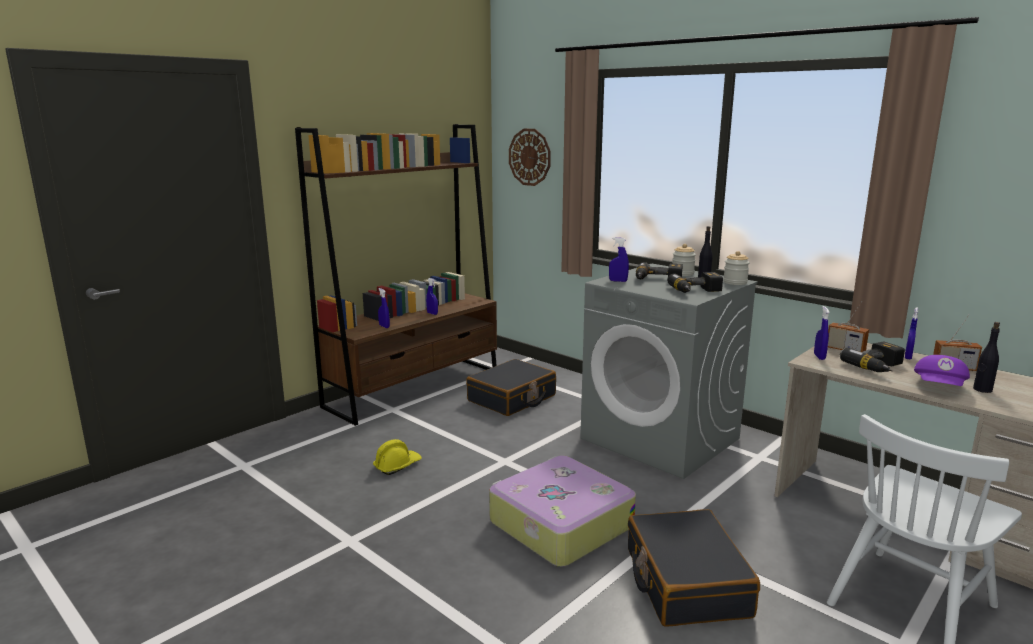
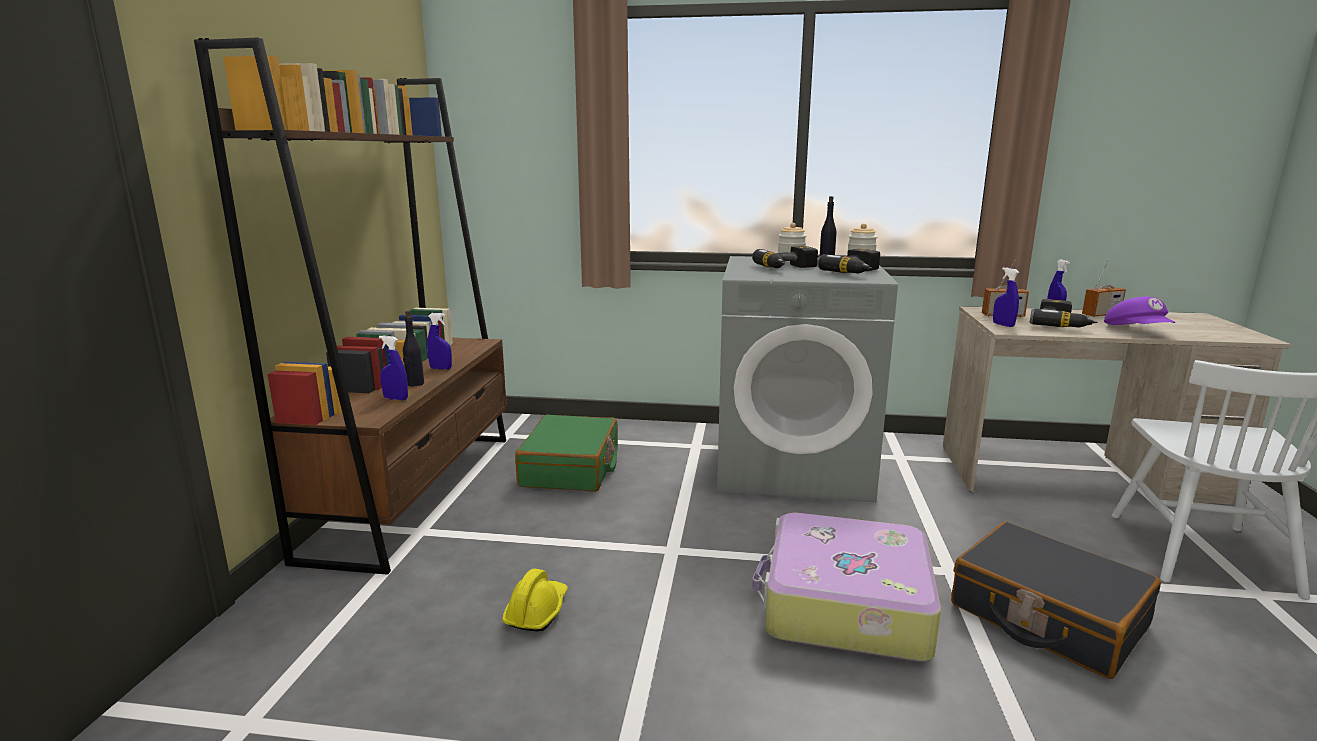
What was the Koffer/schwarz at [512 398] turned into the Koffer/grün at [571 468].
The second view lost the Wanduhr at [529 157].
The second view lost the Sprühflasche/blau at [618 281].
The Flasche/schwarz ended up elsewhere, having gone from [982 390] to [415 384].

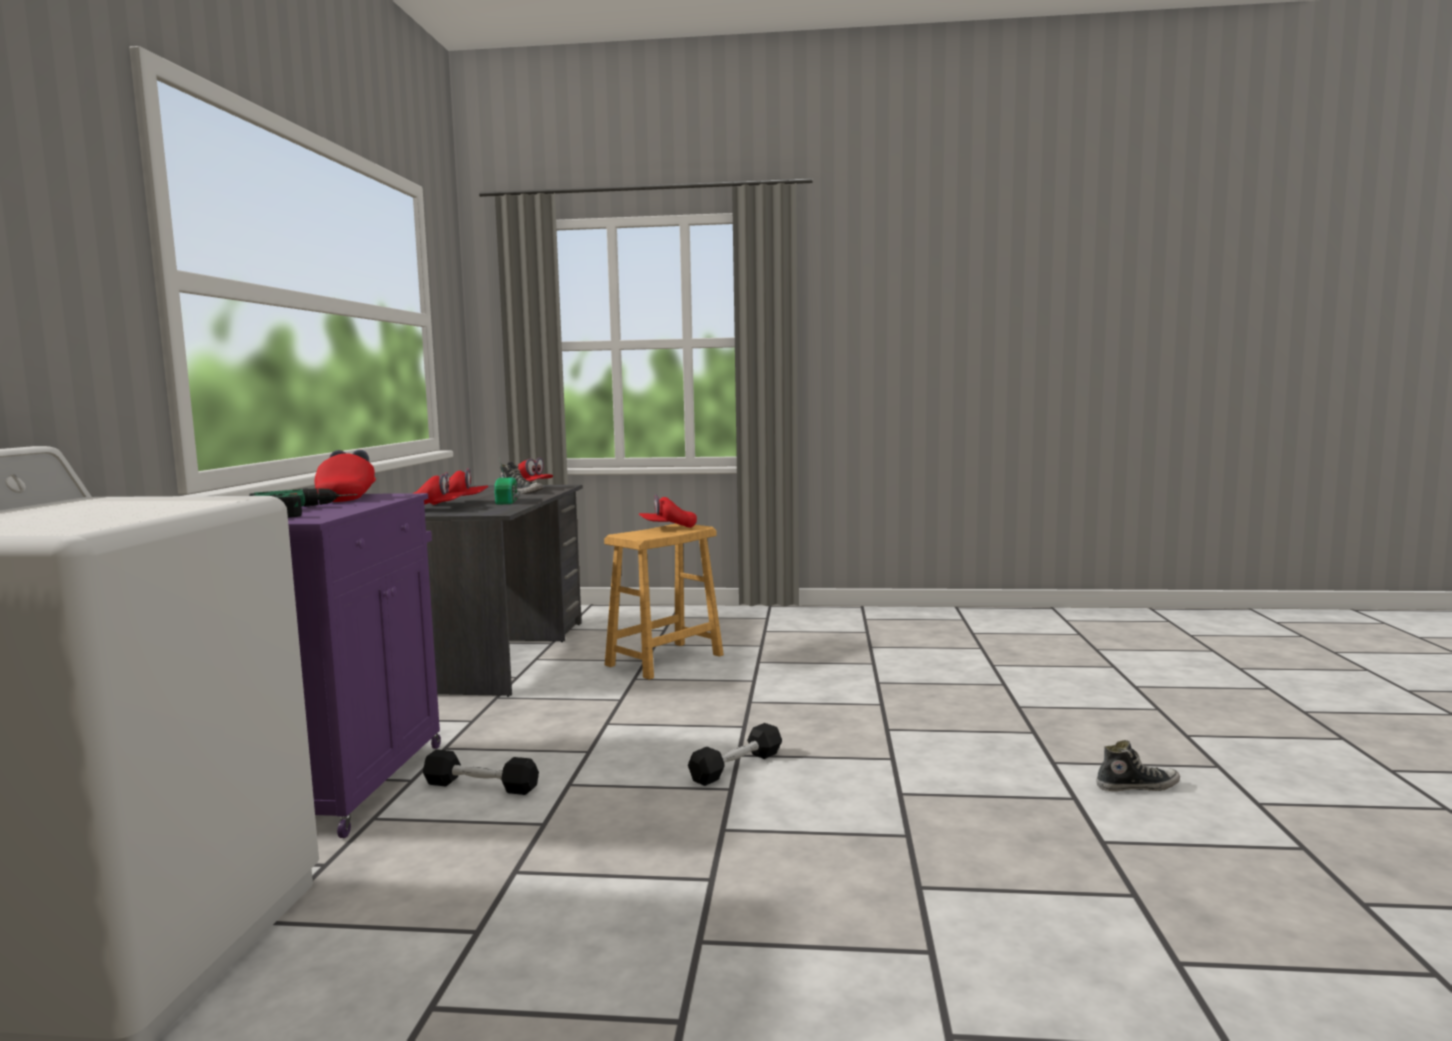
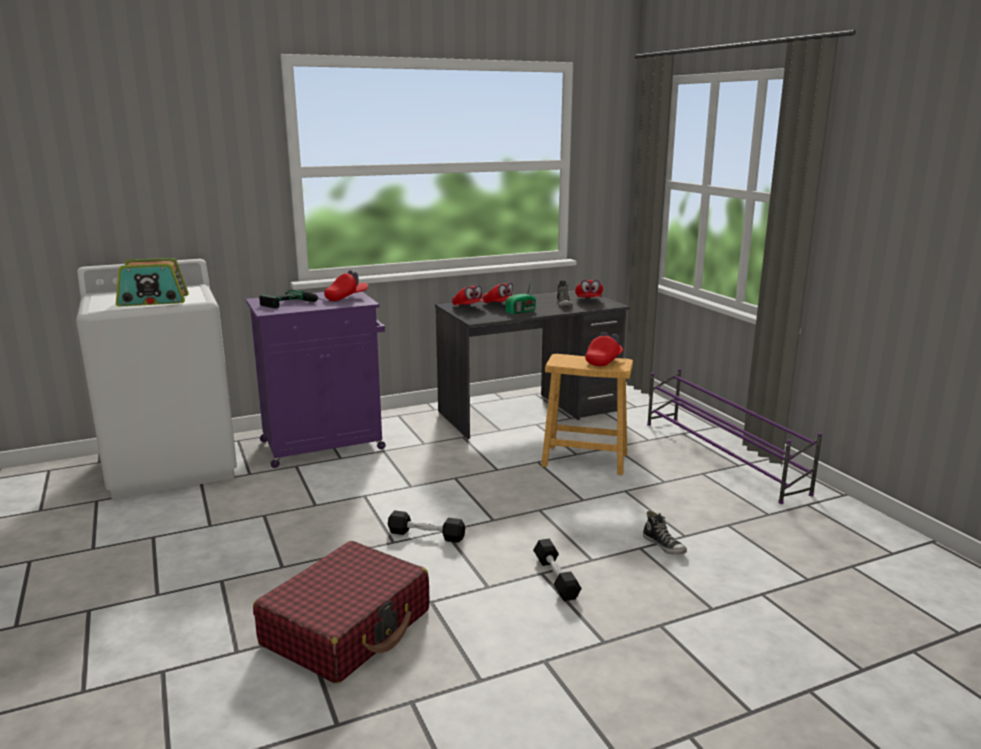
The Hantel/schwarz ended up elsewhere, having gone from [481 786] to [556 578].
The Kappe/rot at [668 528] ended up facing another way, 75 degrees clockwise from before.
The Schuh ended up elsewhere, having gone from [1137 786] to [664 546].
The second view gained the Radio at [153 301].
The second view gained the Koffer/rot at [347 627].
The second view gained the Schuhregal/lila at [722 457].

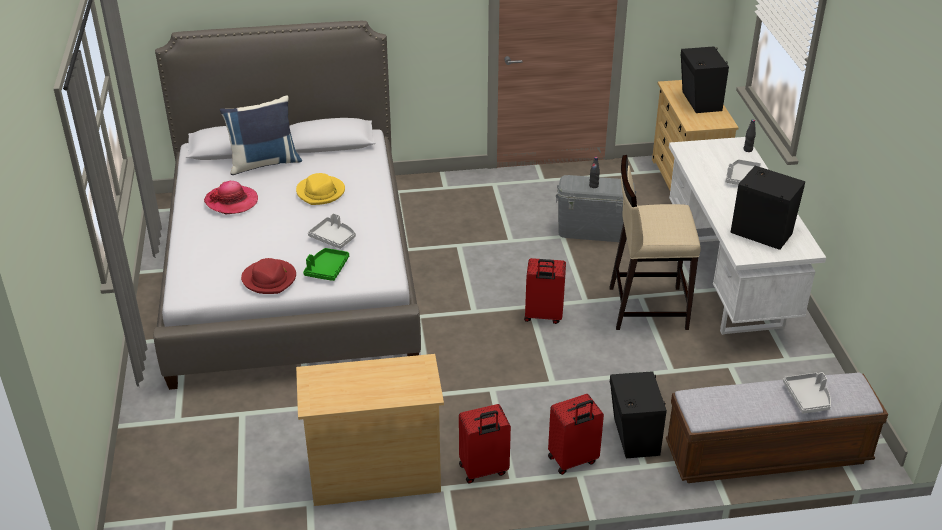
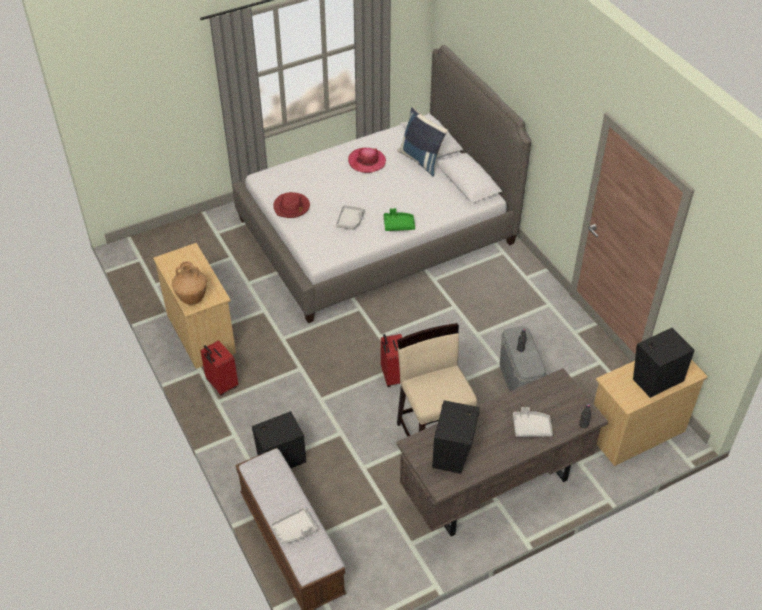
The second view lost the Hut/gelb at [321 192].
The Tablett/grün ended up elsewhere, having gone from [326 269] to [398 225].
The second view lost the Koffer/rot at [573 460].
What was the Schreibtisch/weiß at [728 283] turned into the Schreibtisch/braun at [494 487].
The second view gained the Vase/braun at [192 299].

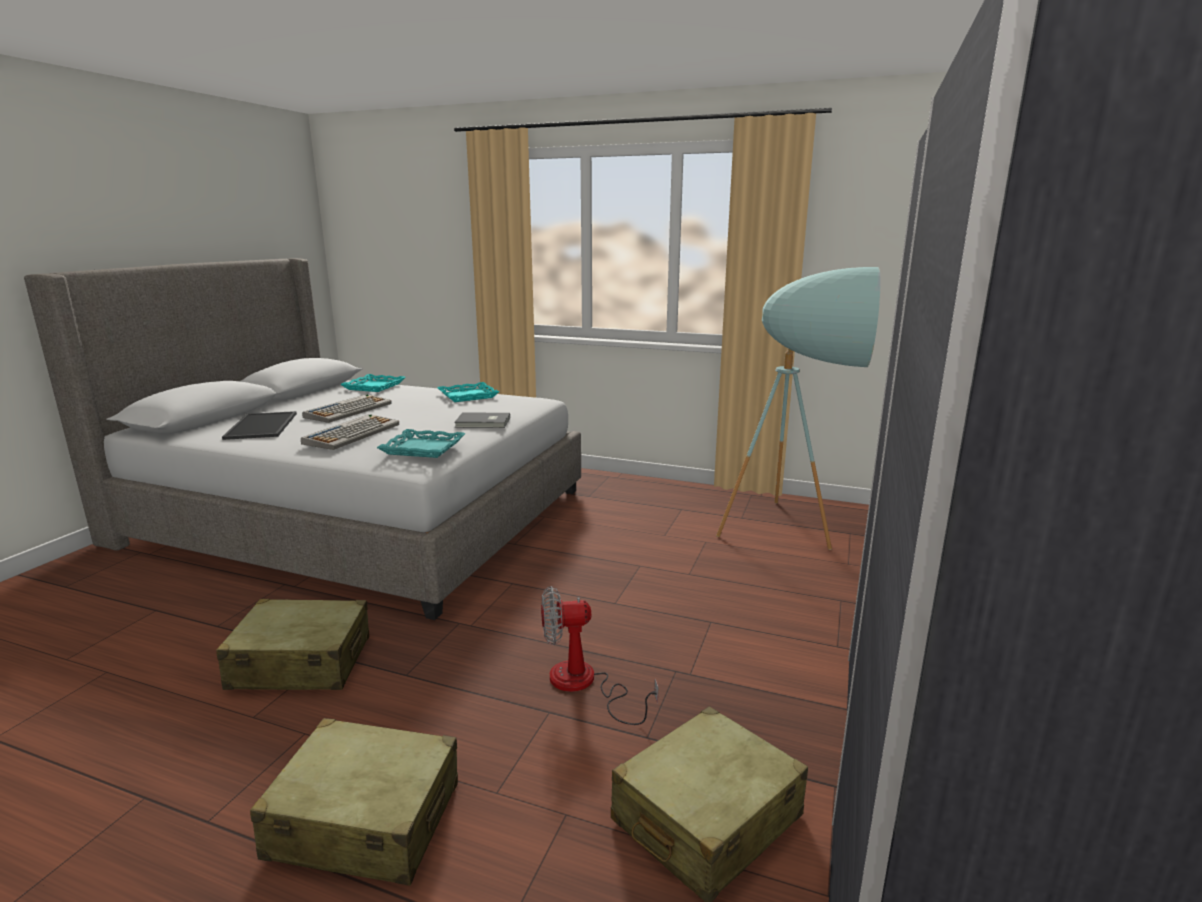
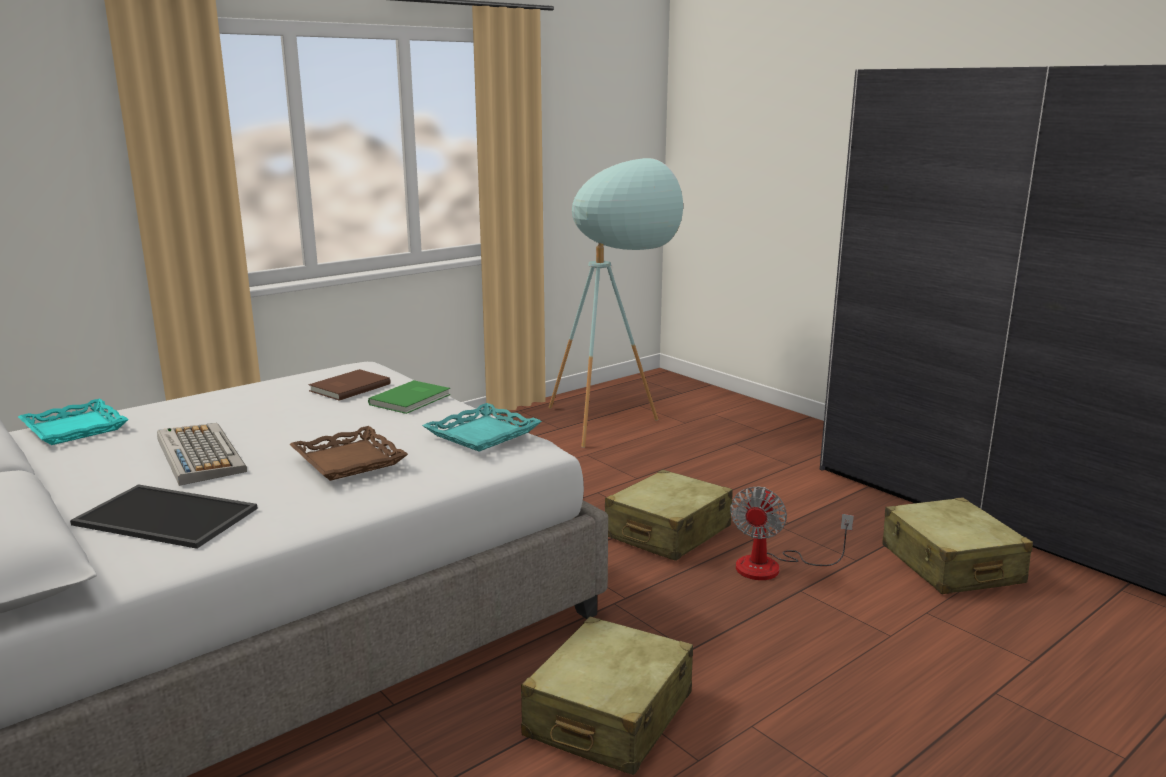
The Koffer/beige ended up elsewhere, having gone from [365 820] to [667 532].
Where the Tastatur stood at [352 433], the Tablett/braun came to stand at [348 461].
The second view lost the Tablett/türkis at [468 396].
What was the Buch/grau at [483 422] turned into the Buch/grün at [412 399].
The second view gained the Buch/braun at [348 387].

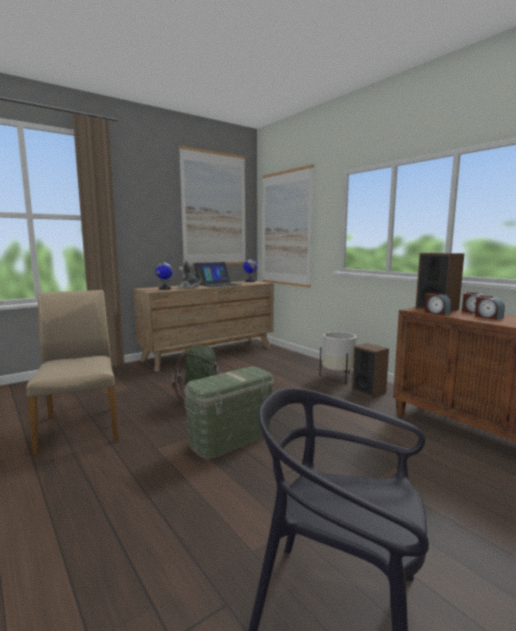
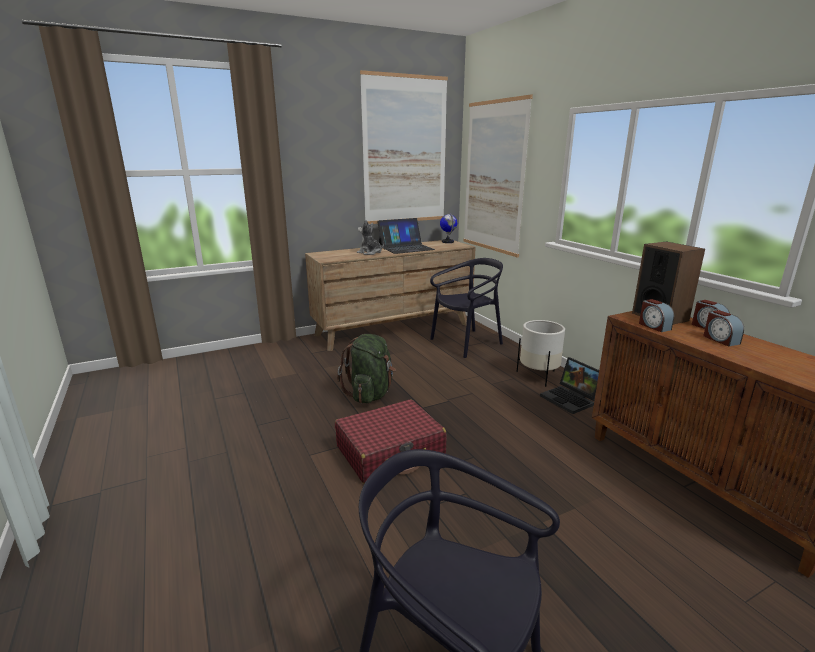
The second view lost the Stuhl/beige at [80 428].
The second view lost the Globus at [164 289].
Where the Aufbewahrungsbox/grün stood at [231 439], the Koffer/rot came to stand at [390 452].
Where the Lautsprecher stood at [368 391], the Laptop came to stand at [571 399].
The second view gained the Stuhl/schwarz at [466 343].

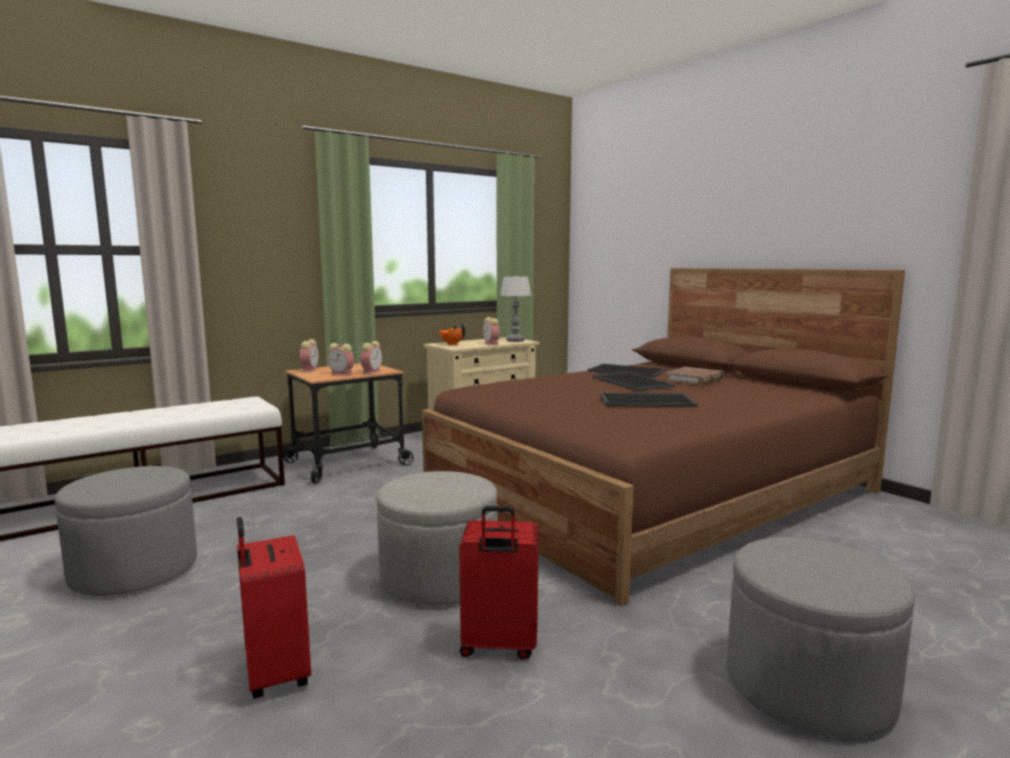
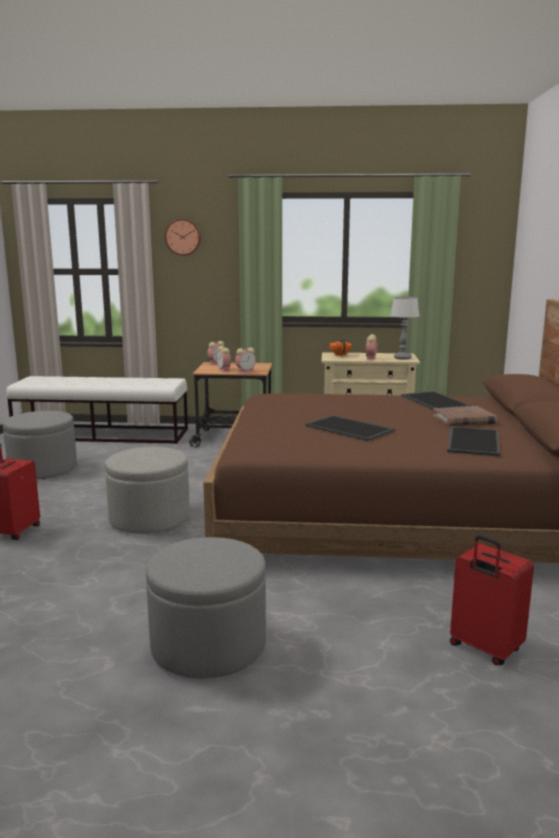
The Koffer/rot ended up elsewhere, having gone from [499 646] to [484 649].
The Tablett ended up elsewhere, having gone from [630 382] to [472 441].
The second view gained the Wanduhr at [183 237].

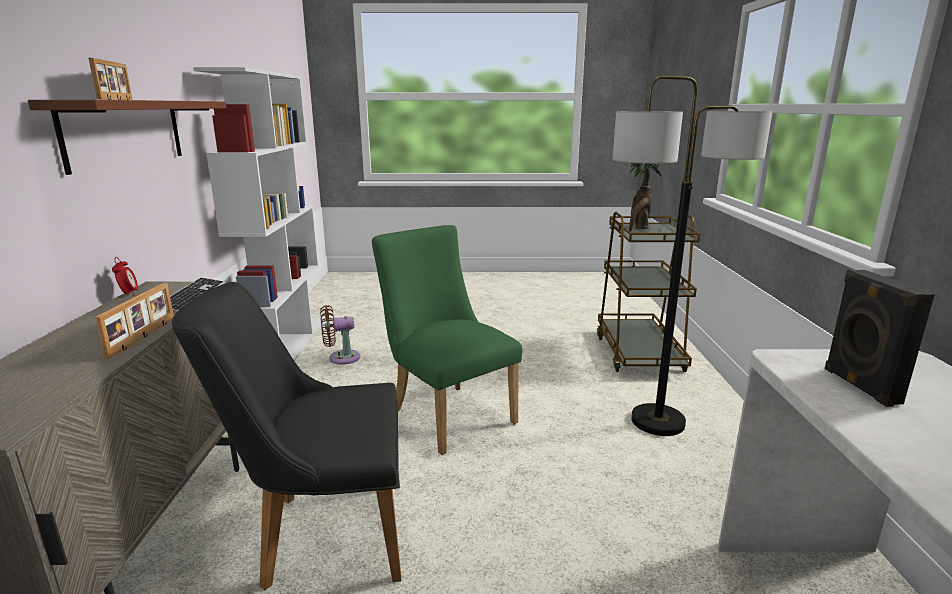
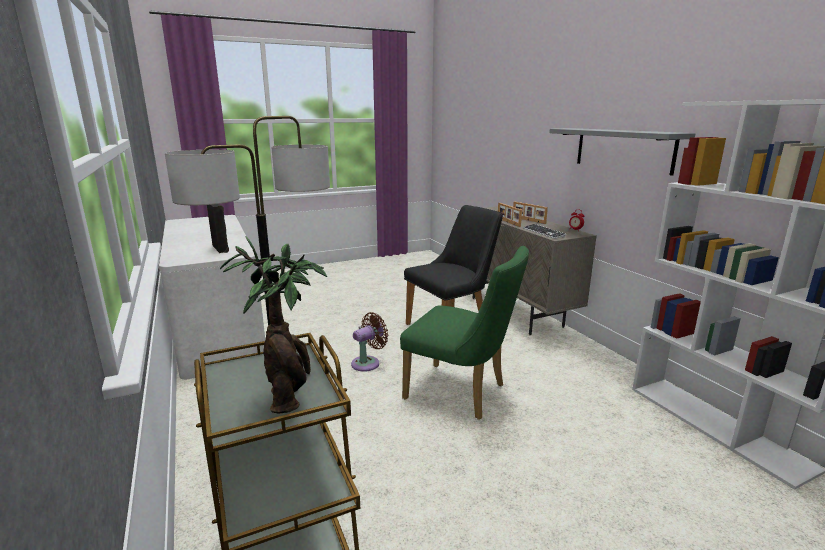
What was the Wandregal/braun at [126 132] turned into the Wandregal/grau at [623 149].
The Bilderrahmen ended up elsewhere, having gone from [117 99] to [528 220].
The Ventilator/braun ended up elsewhere, having gone from [341 358] to [368 363].

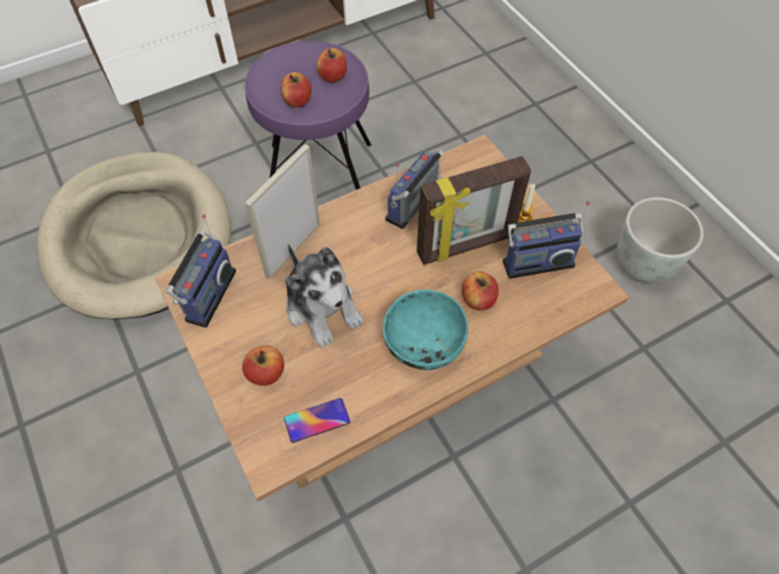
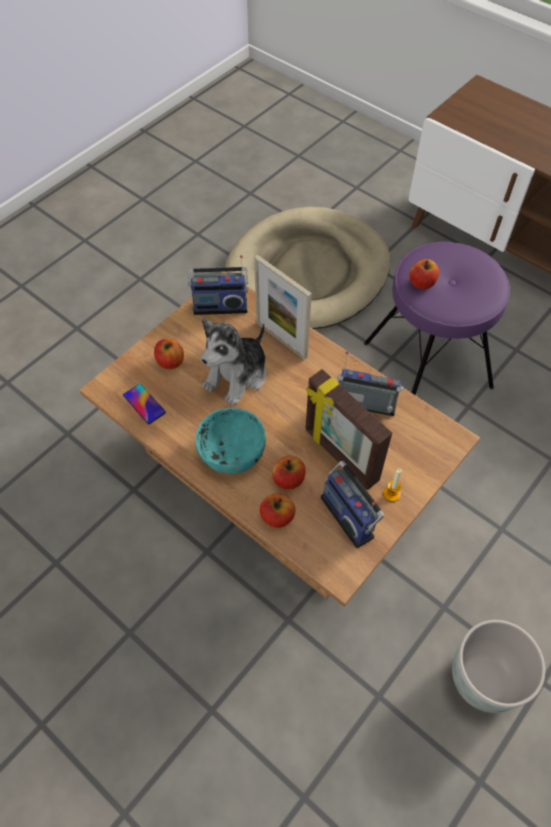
The Bilderrahmen at [293 250] ended up facing another way, 150 degrees counterclockwise from before.
The Apfel ended up elsewhere, having gone from [333 76] to [277 517].

